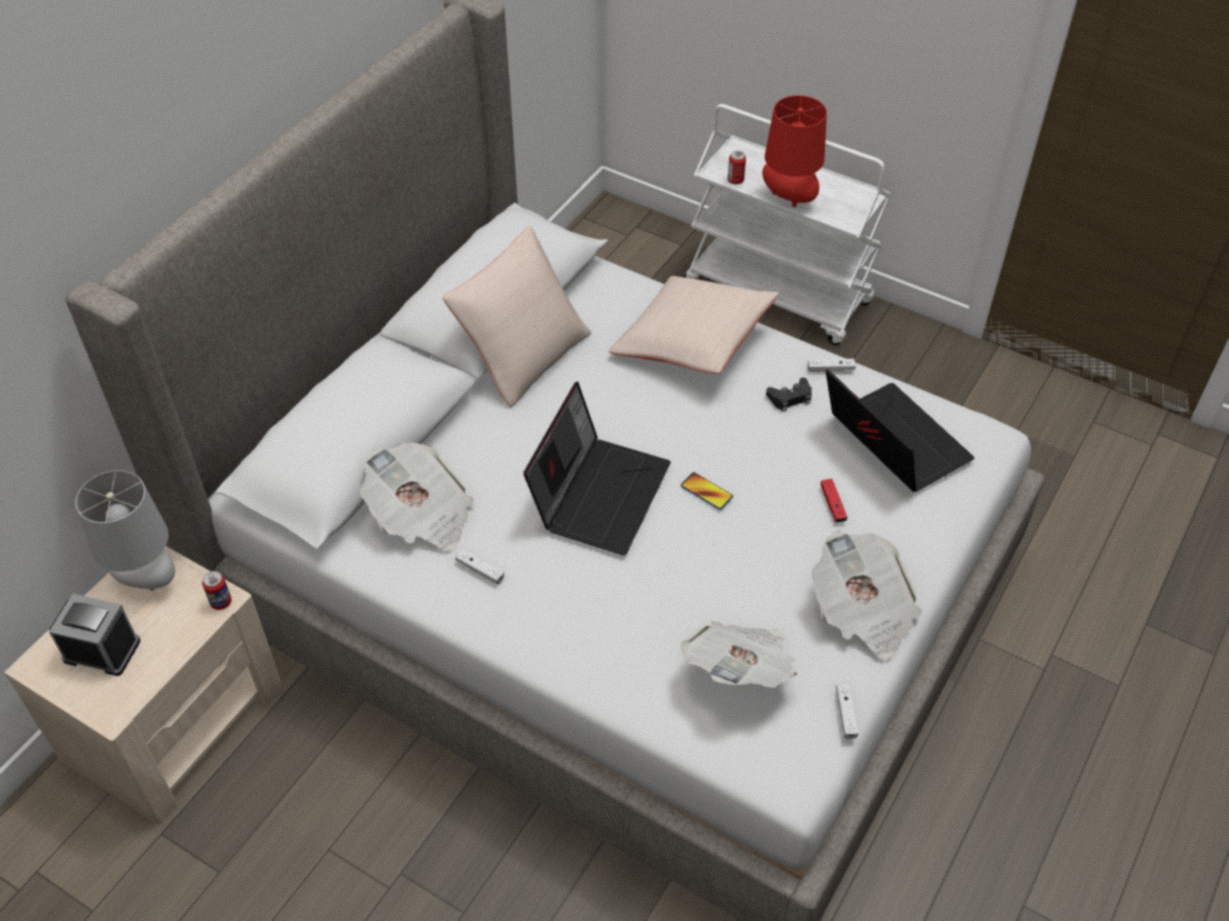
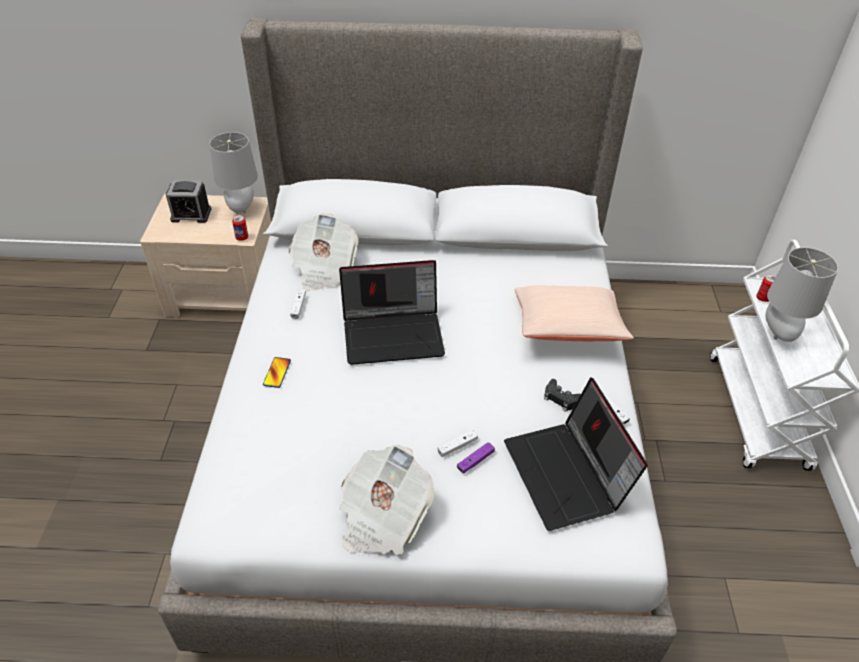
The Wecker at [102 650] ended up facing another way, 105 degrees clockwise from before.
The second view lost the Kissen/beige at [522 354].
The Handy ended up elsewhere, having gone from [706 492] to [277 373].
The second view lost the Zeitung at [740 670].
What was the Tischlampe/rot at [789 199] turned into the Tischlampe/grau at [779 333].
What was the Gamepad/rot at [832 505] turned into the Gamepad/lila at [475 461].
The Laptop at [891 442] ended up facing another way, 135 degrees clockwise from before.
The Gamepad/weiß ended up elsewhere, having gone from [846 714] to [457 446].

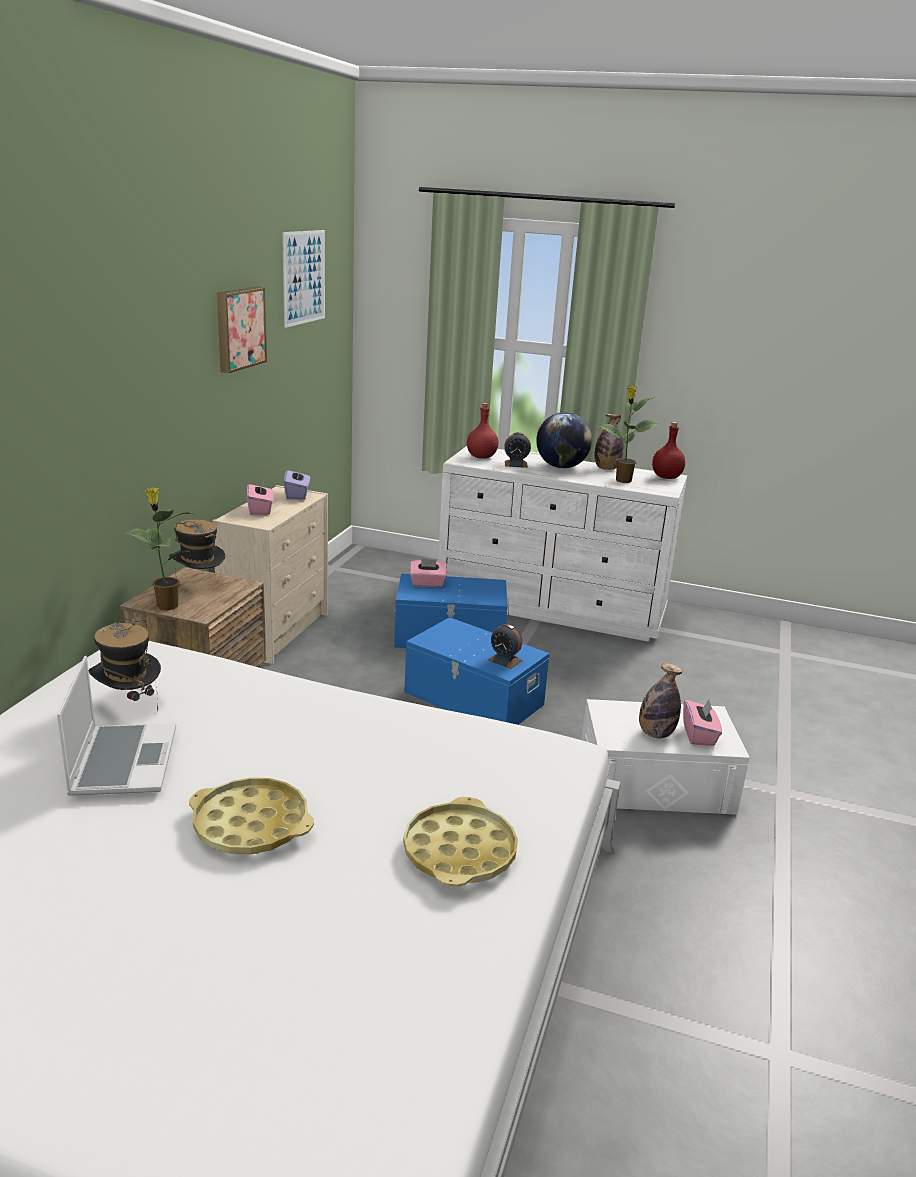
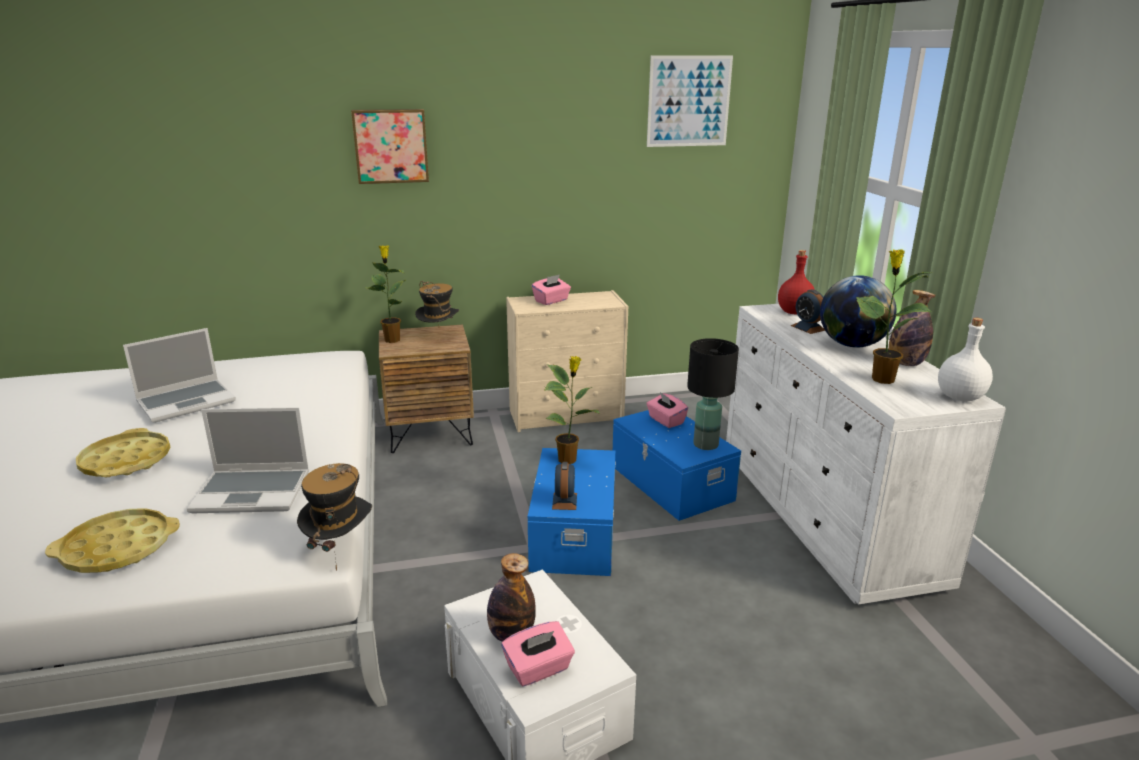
The Hut ended up elsewhere, having gone from [128 703] to [340 548].
The Bild ended up elsewhere, having gone from [239 328] to [391 146].
The second view lost the Taschentuchbox/lila at [297 495].
What was the Flasche/rot at [665 477] turned into the Flasche/weiß at [959 397].
The second view gained the Laptop at [254 492].
The second view gained the Topfpflanze at [568 460].
The second view gained the Tischlampe/schwarz at [706 445].

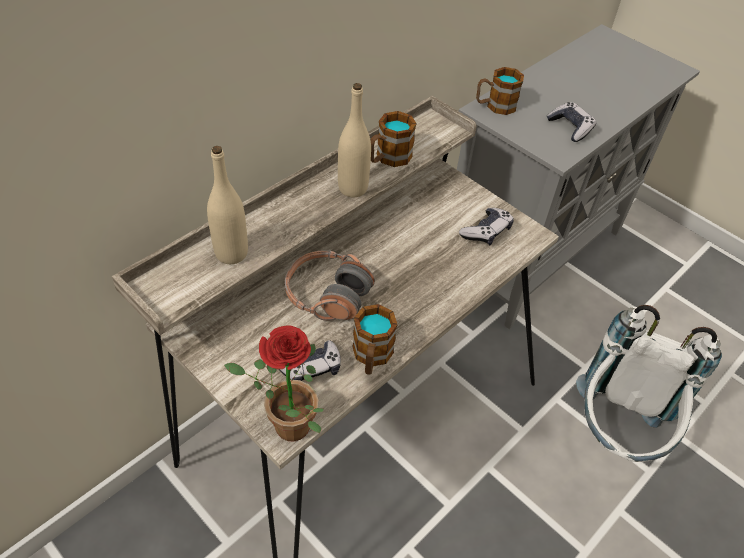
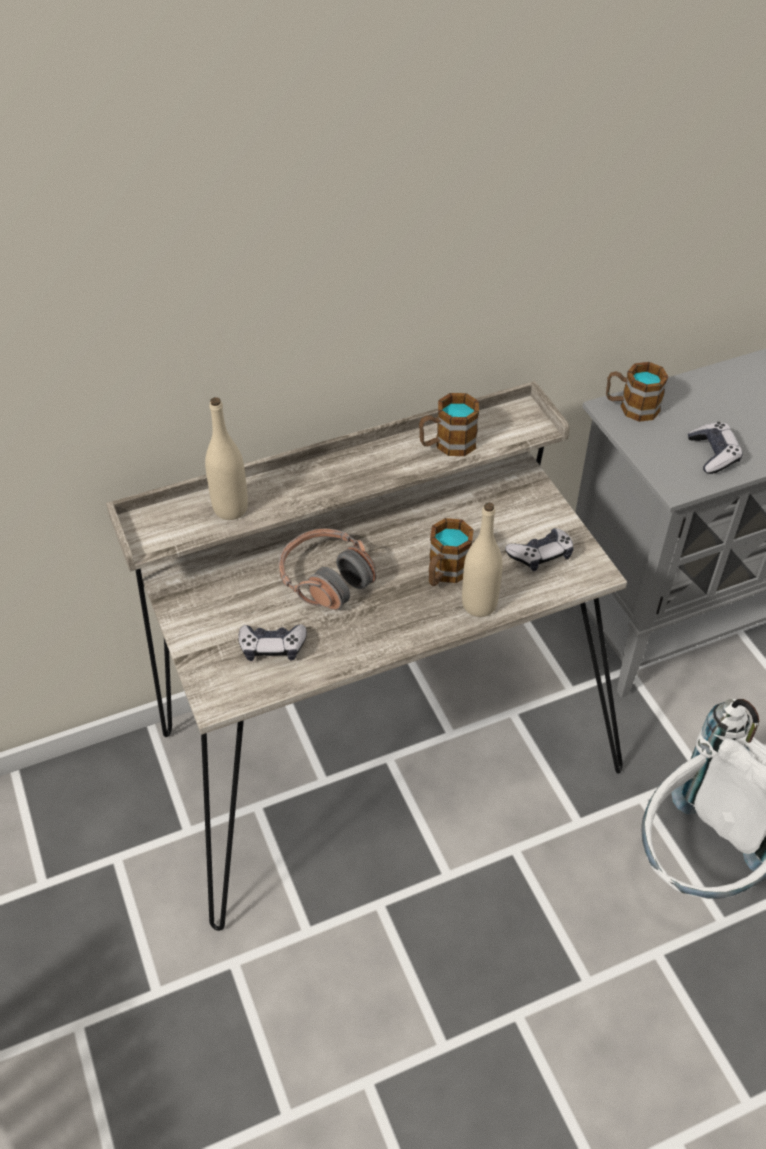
The second view lost the Topfpflanze at [284 427].
The Flasche/beige ended up elsewhere, having gone from [353 188] to [479 605].
The Henkelbecher ended up elsewhere, having gone from [371 357] to [445 573].

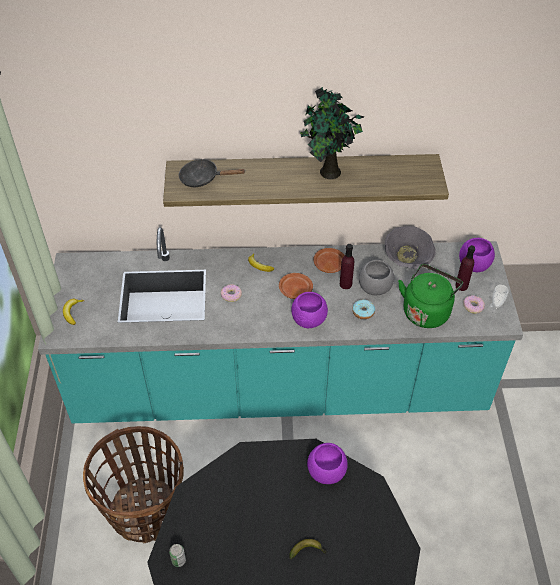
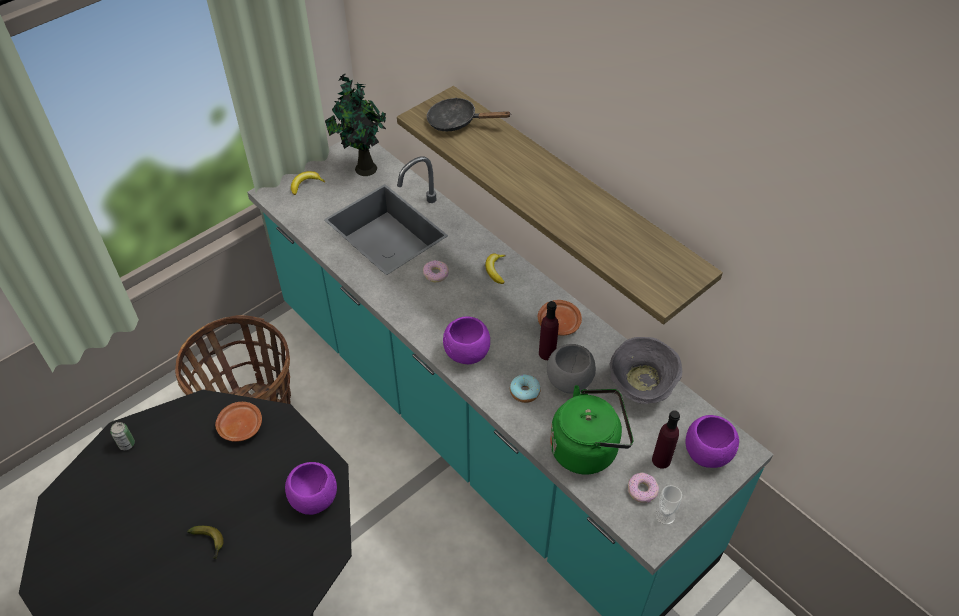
The Pfanne/schwarz at [203 178] ended up facing another way, 45 degrees counterclockwise from before.
The Teller/braun ended up elsewhere, having gone from [295 290] to [240 426].
The Topfpflanze ended up elsewhere, having gone from [328 173] to [363 168].

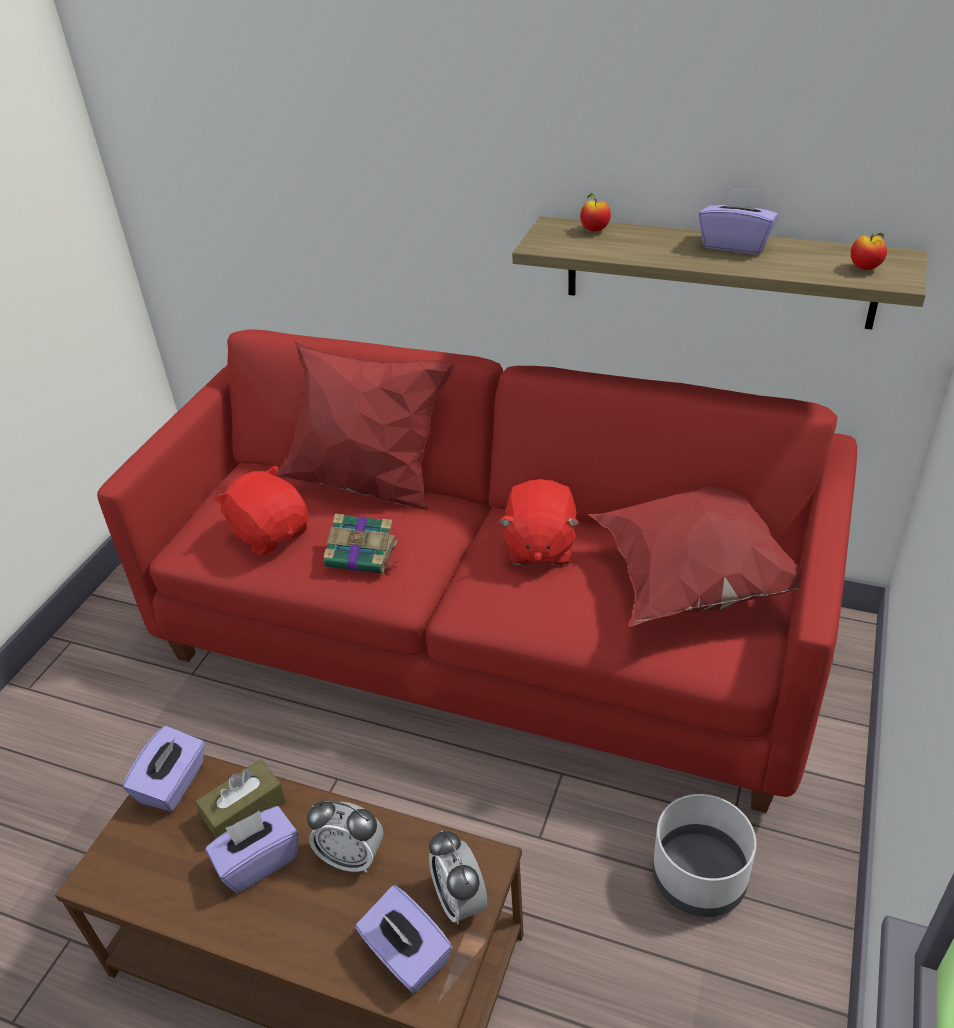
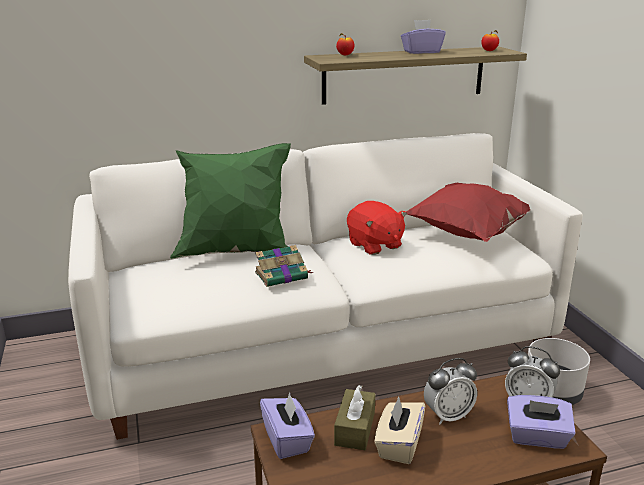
What was the Sofa/rot at [487 636] turned into the Sofa/weiß at [322 343].
What was the Taschentuchbox/lila at [258 861] turned into the Taschentuchbox/beige at [398 445].
The second view lost the Plüschtier/rot at [271 533].
What was the Kissen/rot at [369 487] turned into the Kissen/grün at [236 251].

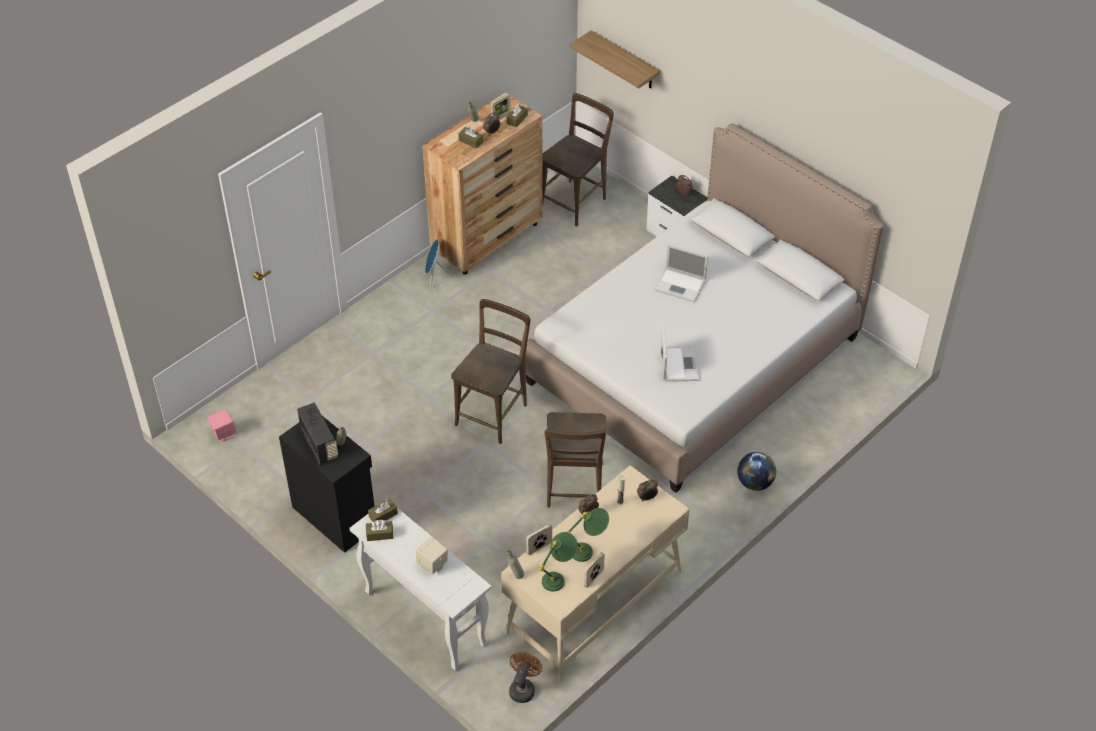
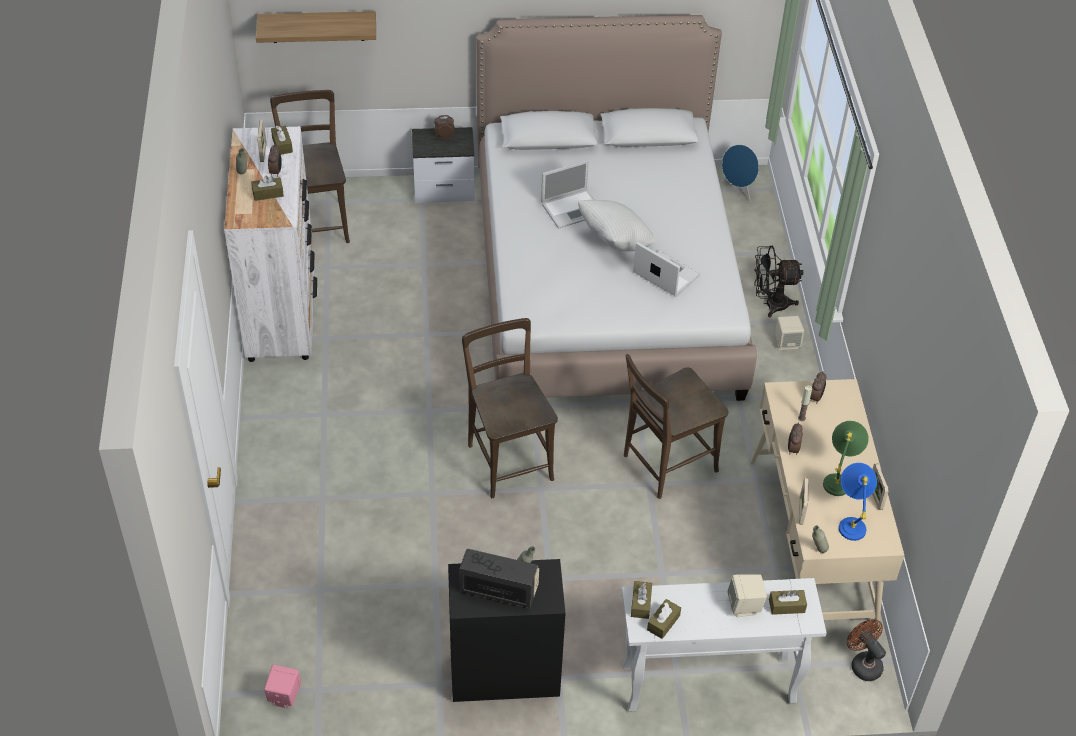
What was the Kommode/braun at [487 238] turned into the Kommode/weiß at [282 311].
The Lautsprecher/blau ended up elsewhere, having gone from [435 277] to [737 190].
What was the Tischlampe/grün at [559 577] turned into the Tischlampe/blau at [850 521].
The Stuhl/braun at [574 488] ended up facing another way, 105 degrees clockwise from before.
Where the Globus stood at [755 483], the Lautsprecher/beige came to stand at [787 343].
The second view gained the Kissen/weiß at [614 242].
The second view gained the Ventilator/schwarz at [770 304].
The second view gained the Taschentuchbox/braun at [786 606].

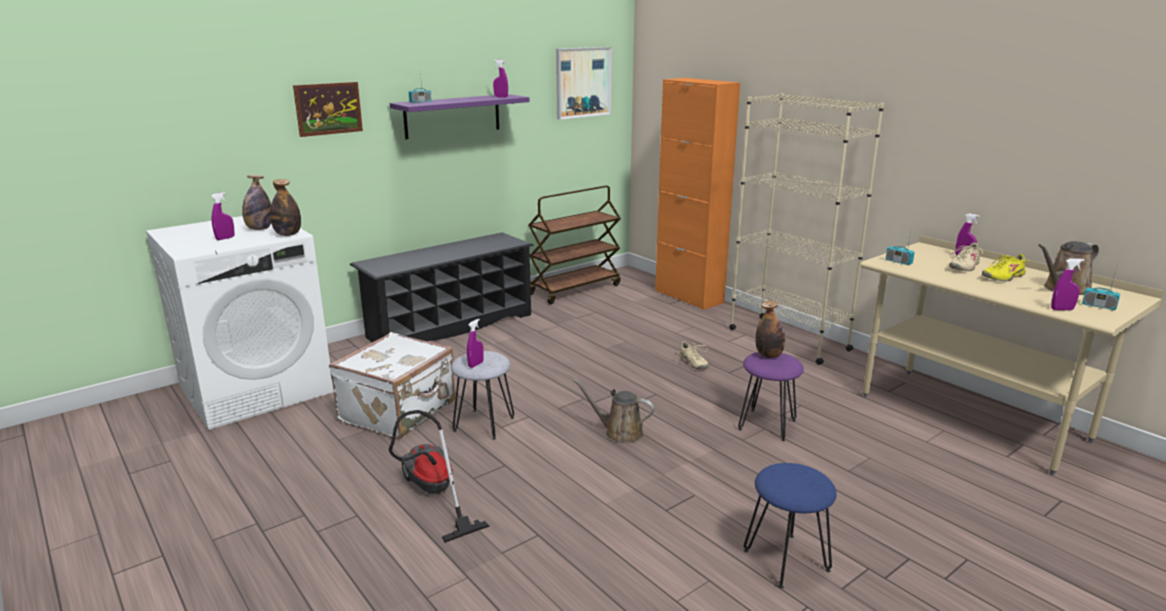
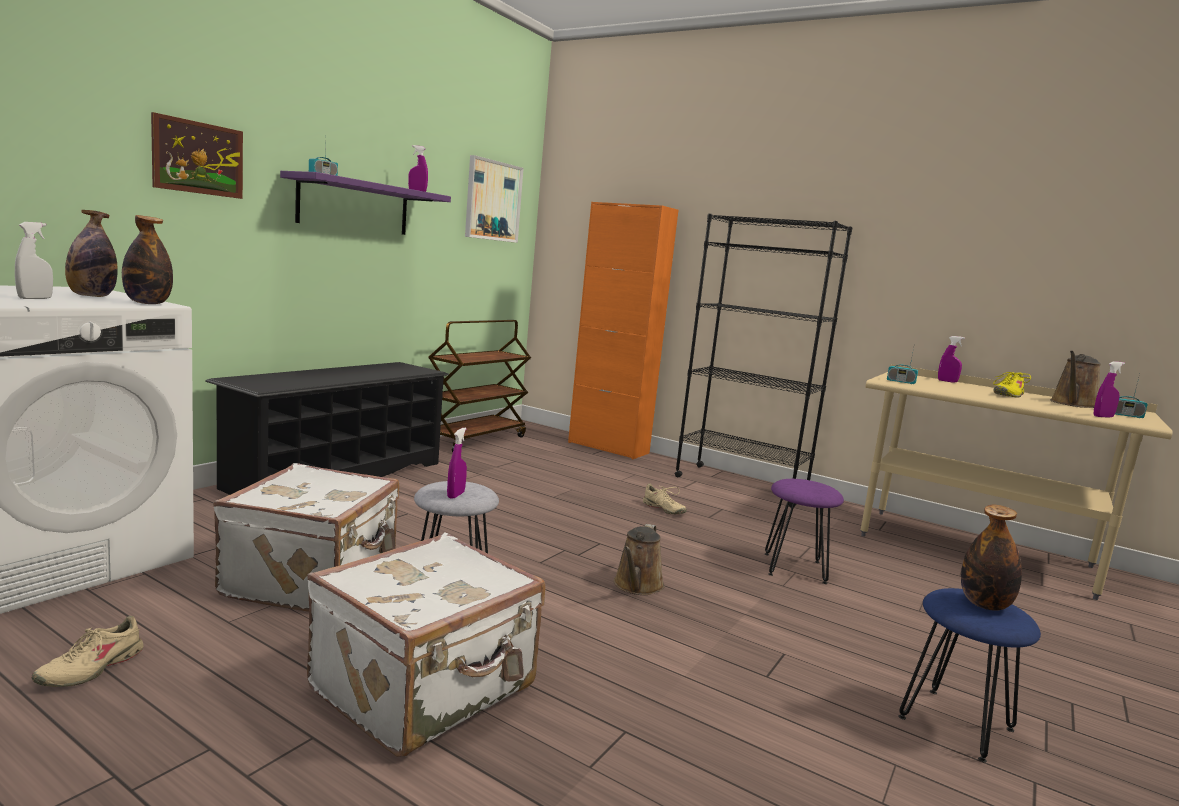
What was the Sprühflasche/lila at [225 238] turned into the Sprühflasche/weiß at [35 298].
Where the Staubsauger stood at [432 494], the Koffer/weiß came to stand at [426 689].
The Gießkanne/braun at [619 432] ended up facing another way, 75 degrees counterclockwise from before.
What was the Bücherregal/beige at [788 339] turned into the Bücherregal/schwarz at [741 485].
The Flasche ended up elsewhere, having gone from [769 355] to [984 605].
The Schuh/beige ended up elsewhere, having gone from [963 266] to [91 668].

